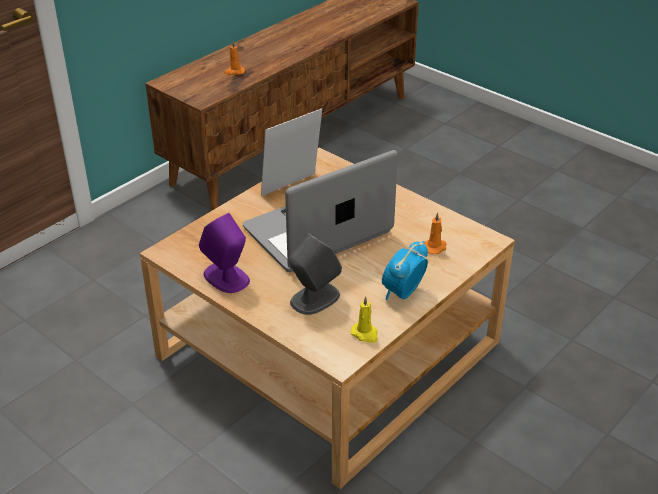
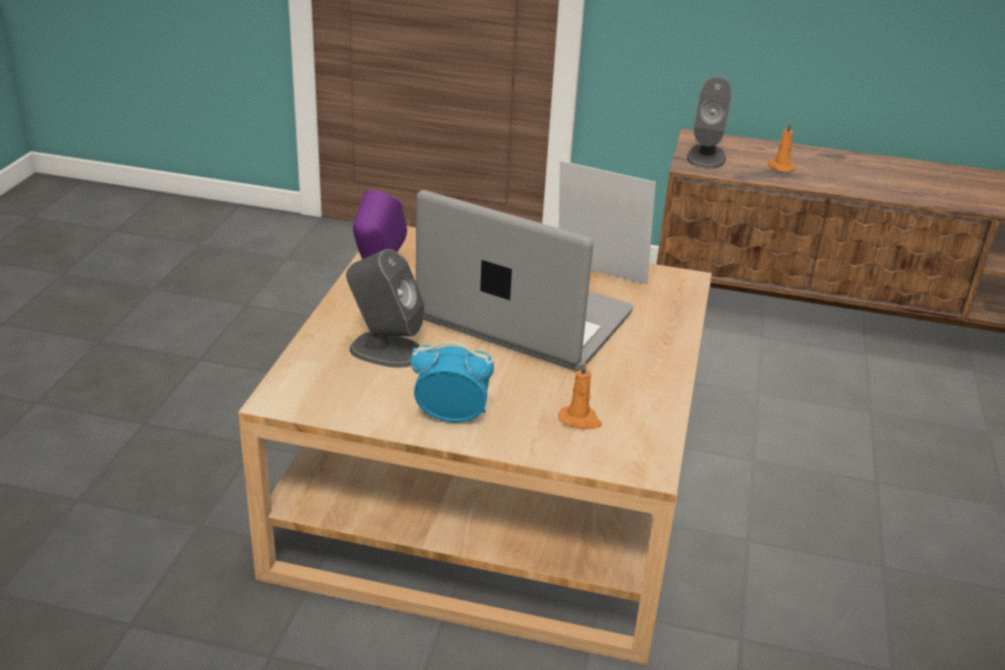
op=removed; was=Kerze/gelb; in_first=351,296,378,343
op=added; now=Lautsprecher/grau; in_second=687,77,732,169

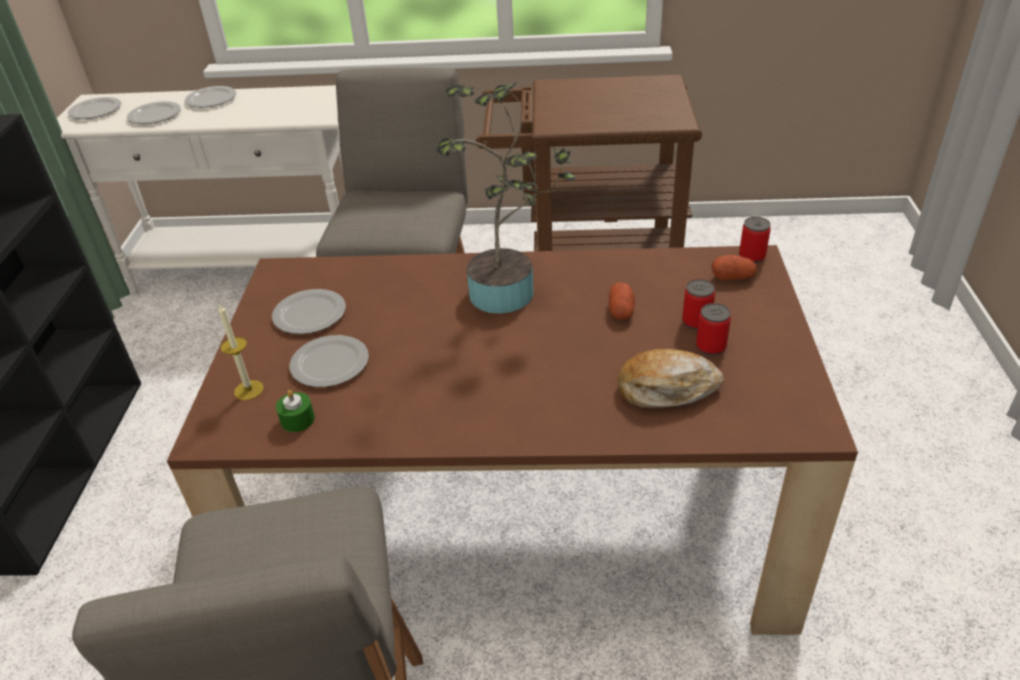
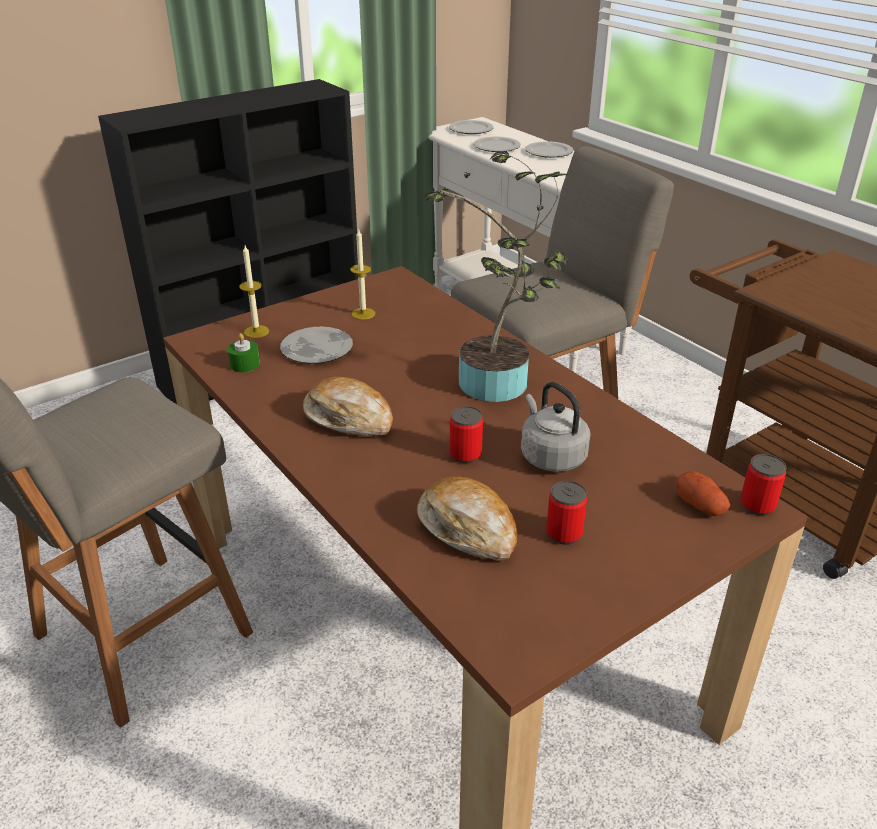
op=replaced; was=Teller; now=Kerze; in_first=272,289,346,334; in_second=350,230,375,320
op=replaced; was=Kartoffel; now=Wasserkessel/grau; in_first=609,283,635,320; in_second=521,382,590,472
op=moved; was=Dose; in_first=682,279,715,330; in_second=450,406,483,463
op=added; now=Brot; in_second=303,377,393,436

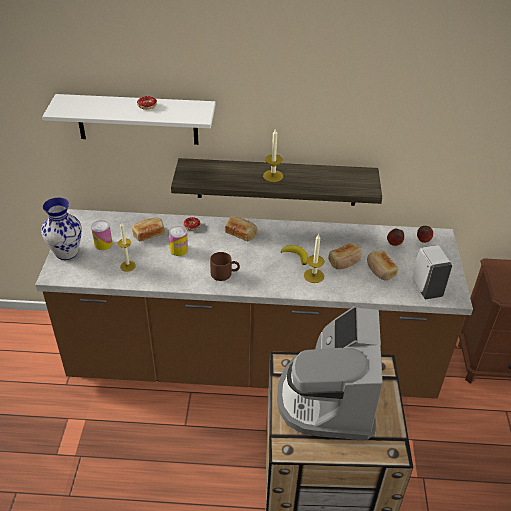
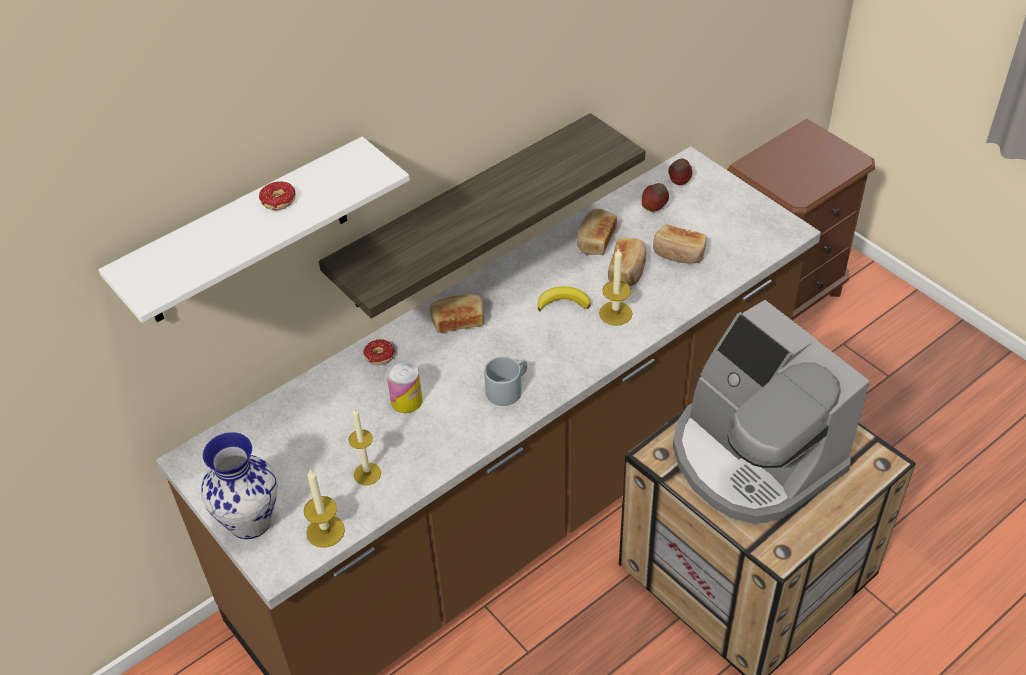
op=removed; was=Dose; in_first=91,220,113,250
op=moved; was=Brot; in_first=132,218,165,242; in_second=577,209,617,255
op=recoloured; was=Henkelbecher/braun; now=Henkelbecher/grau; in_first=210,252,240,281; in_second=484,356,527,406
op=moved; was=Kerze; in_first=263,129,283,182; in_second=304,469,345,548
op=removed; was=Seifenspender/weiß; in_first=412,245,452,299

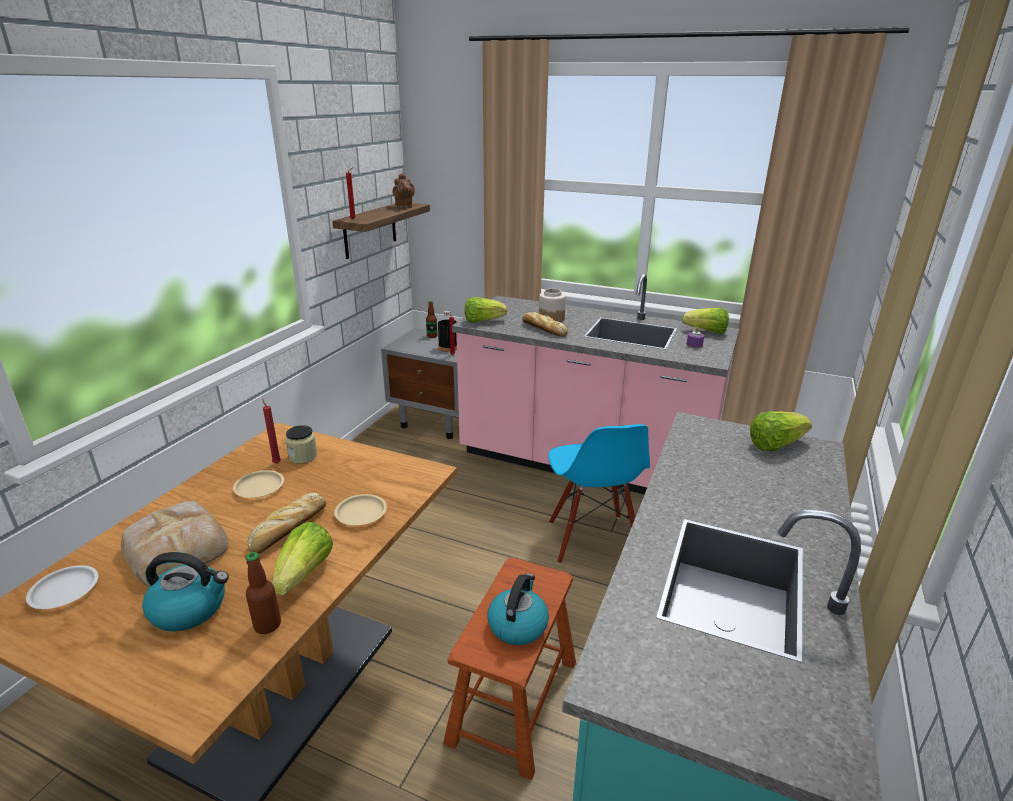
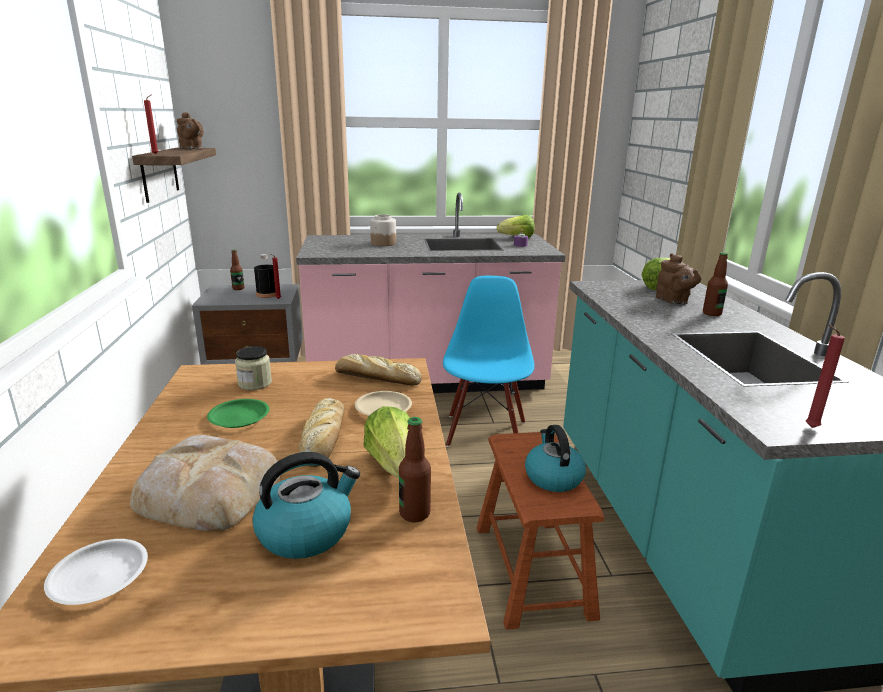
op=recoloured; was=Teller/beige; now=Teller/grün; in_first=233,470,284,498; in_second=207,399,270,428
op=moved; was=Kerze/rot; in_first=262,398,281,463; in_second=806,324,845,428
op=removed; was=Salatkopf; in_first=465,297,507,323
op=moved; was=Brot; in_first=522,312,568,337; in_second=335,354,422,385
op=turned; was=Stuhl/blau; in_first=548,424,650,564; in_second=443,276,534,447; clockwise=-135
op=added; now=Teekanne/braun; in_second=656,253,702,304
op=added; now=Flasche; in_second=703,252,729,316

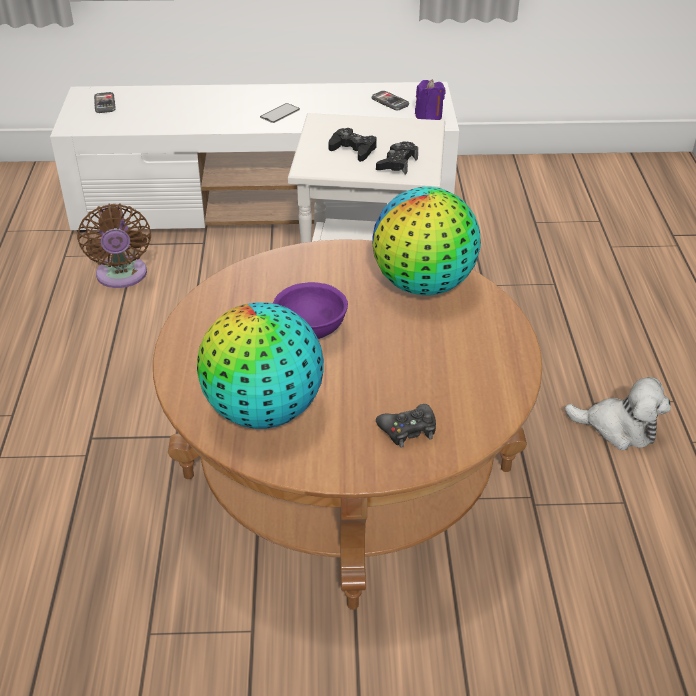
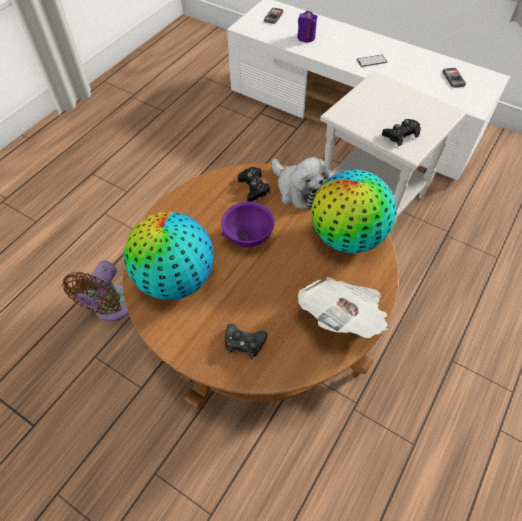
op=moved; was=Ventilator/braun; in_first=77,204,151,288; in_second=62,261,129,321
op=moved; was=Gamepad/schwarz; in_first=329,128,377,162; in_second=238,167,270,202
op=moved; was=Kerze/lila; in_first=415,79,446,120; in_second=297,11,318,42
op=moved; was=Plüschtier; in_first=565,377,671,450; in_second=272,157,330,209
op=added; now=Zeitung; in_second=298,277,389,338

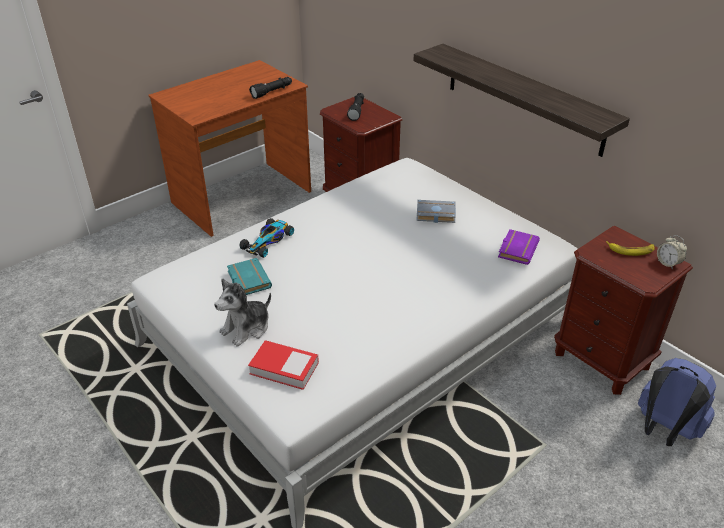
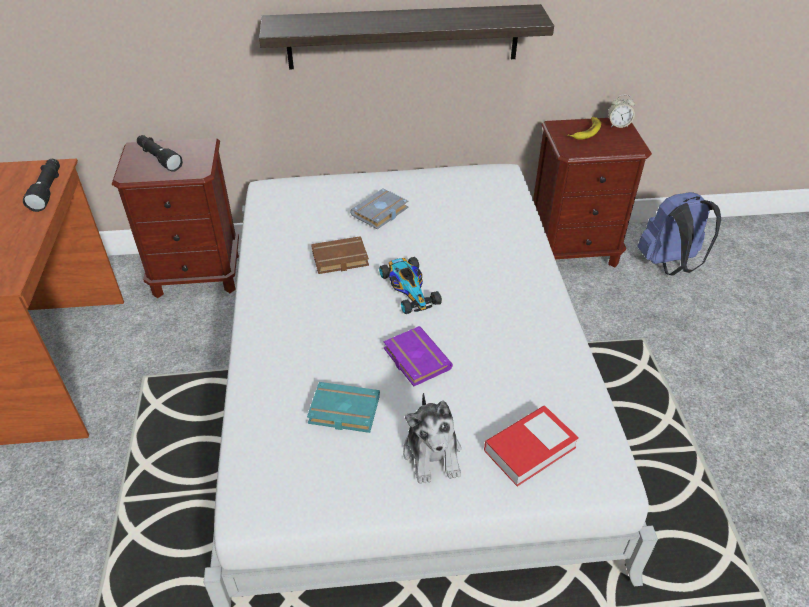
op=moved; was=Spielzeugauto; in_first=239,218,294,258; in_second=379,257,442,314
op=moved; was=Buch/lila; in_first=498,229,540,265; in_second=383,326,453,387
op=added; now=Buch/braun; in_second=311,236,369,274

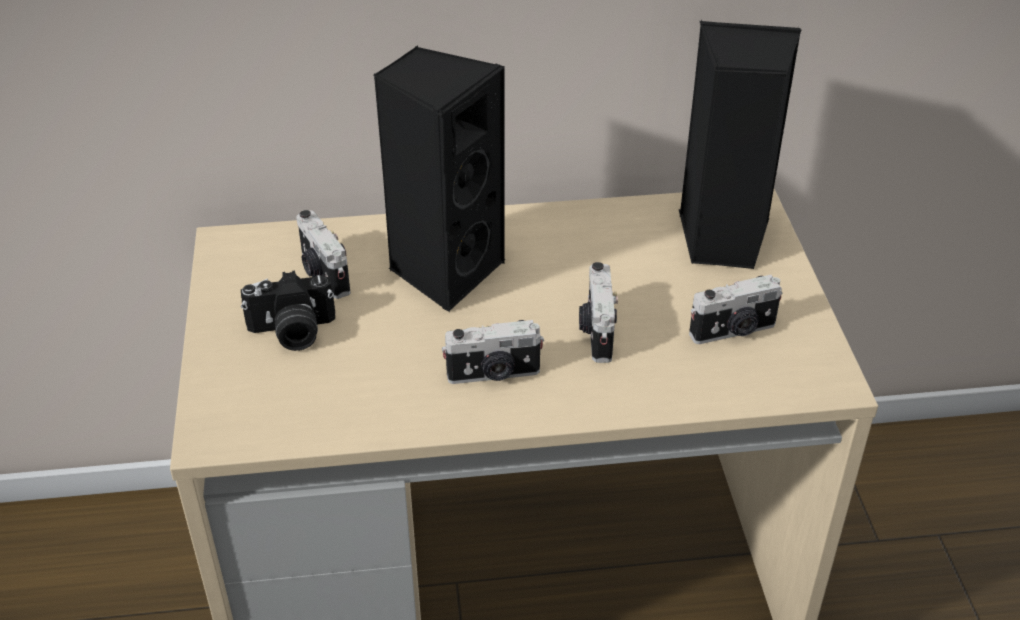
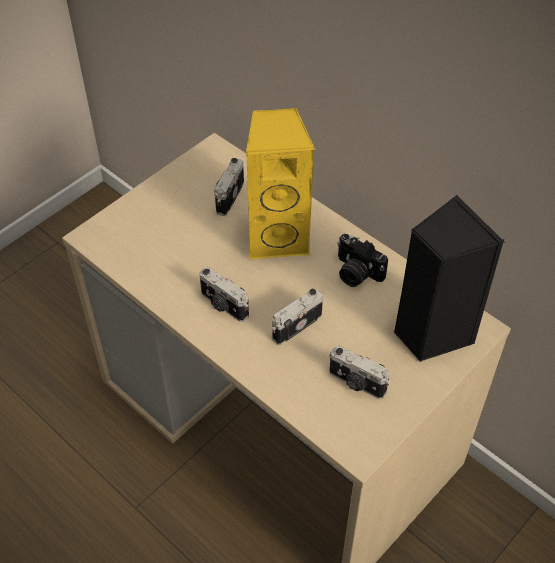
op=moved; was=Kamera; in_first=241,271,335,351; in_second=337,234,388,287
op=recoloured; was=Lautsprecher/schwarz; now=Lautsprecher/gelb; in_first=373,46,506,312; in_second=246,108,315,260

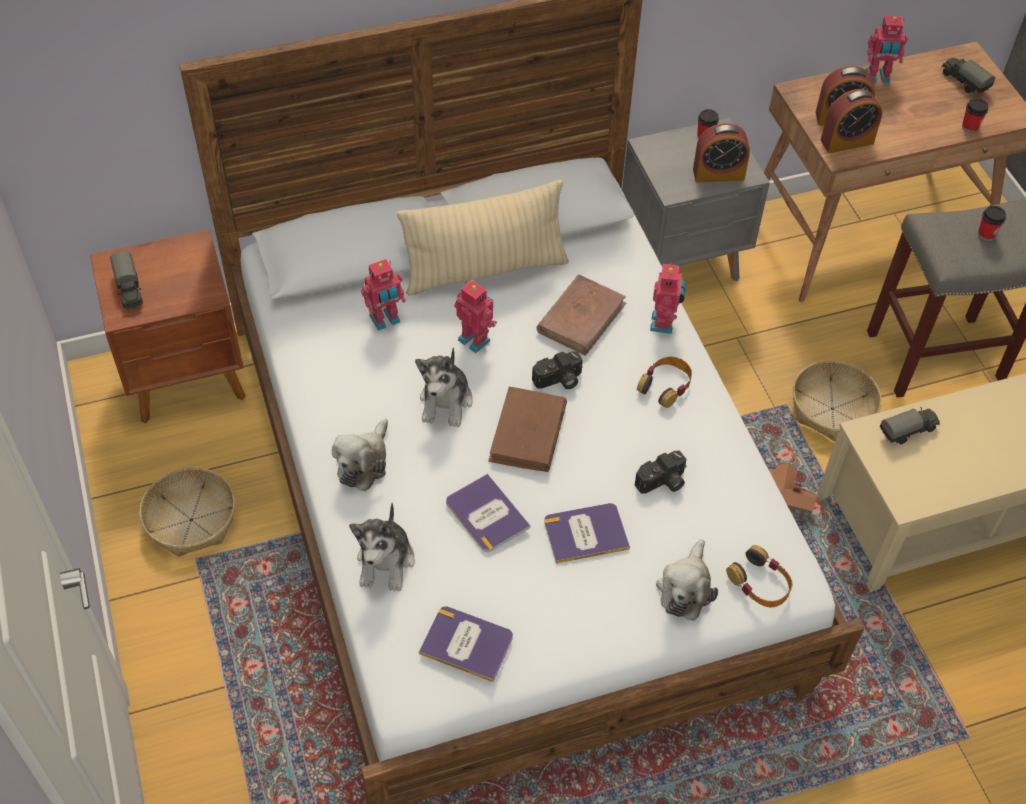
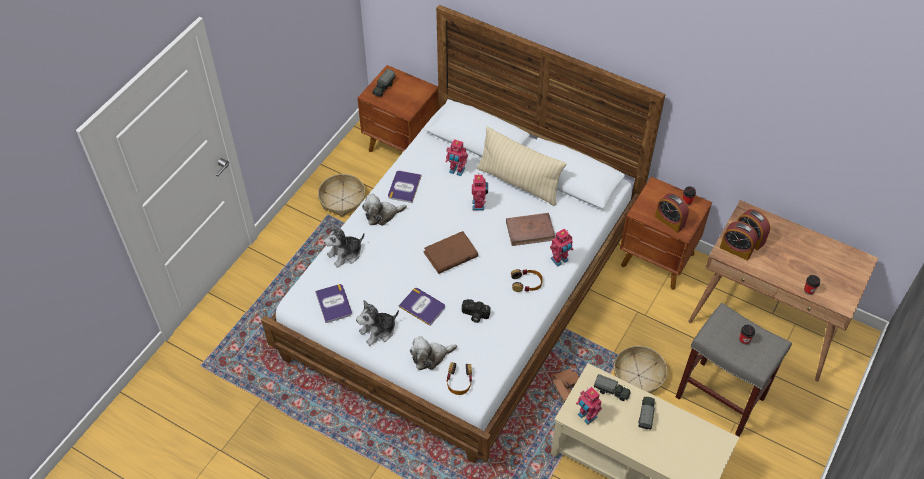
op=moved; was=Plüschtier; in_first=415,348,473,427; in_second=356,300,399,346
op=moved; was=Buch; in_first=446,474,530,552; in_second=388,171,422,203
op=removed; was=Kamera; in_first=532,351,583,389
op=recoloured; was=Nachttisch/grau; now=Nachttisch/braun; in_first=622,118,770,281; in_second=620,177,712,290
op=moved; was=Spielzeugroboter; in_first=866,16,908,83; in_second=576,387,602,424
op=moved; was=Spielzeuglaster; in_first=941,58,995,93; in_second=638,397,656,430

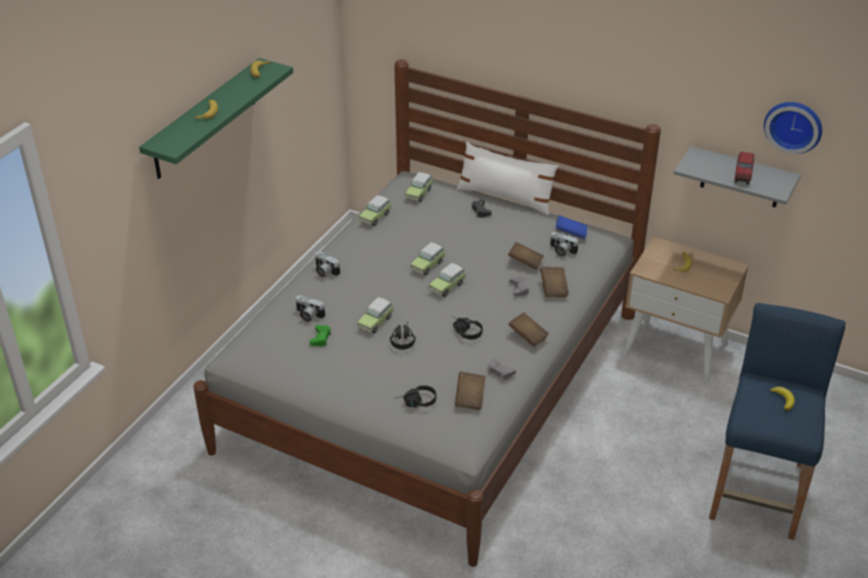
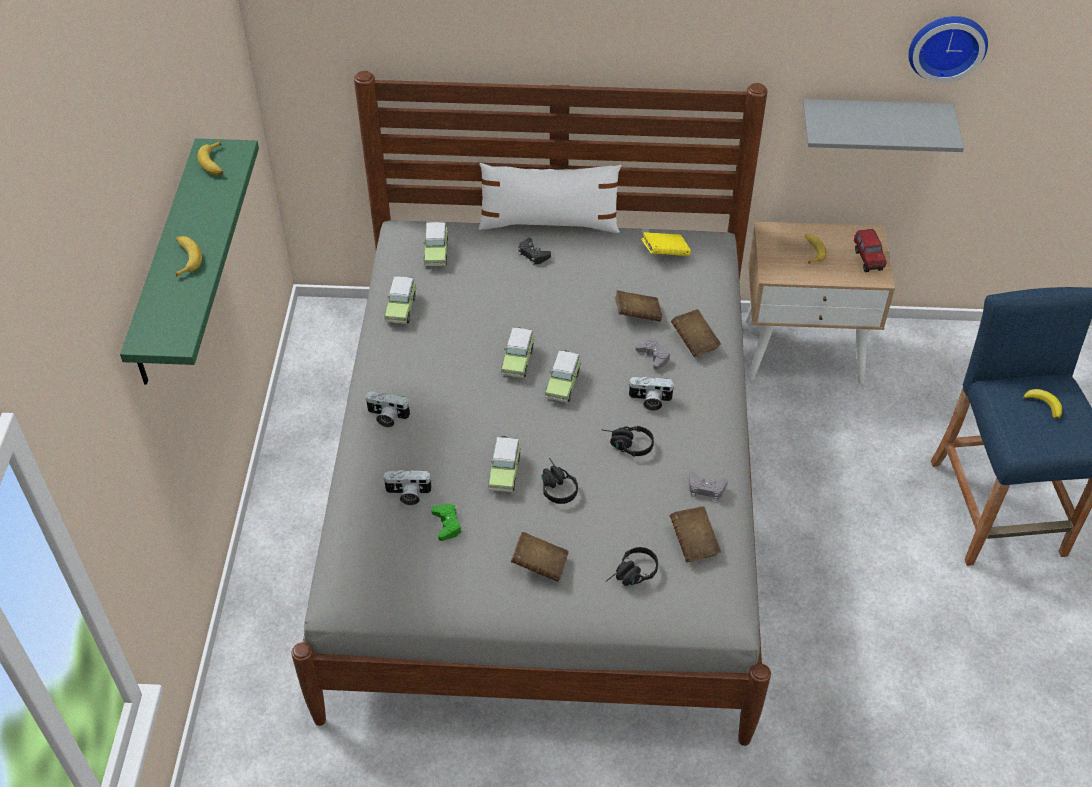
op=moved; was=Buch/braun; in_first=508,312,549,347; in_second=511,532,569,582
op=moved; was=Kamera; in_first=550,232,579,257; in_second=628,377,675,411
op=recoloured; was=Buch/blau; now=Buch/gelb; in_first=556,215,587,239; in_second=641,232,691,256
op=moved; was=Spielzeuglaster; in_first=735,152,754,184; in_second=854,229,887,272

